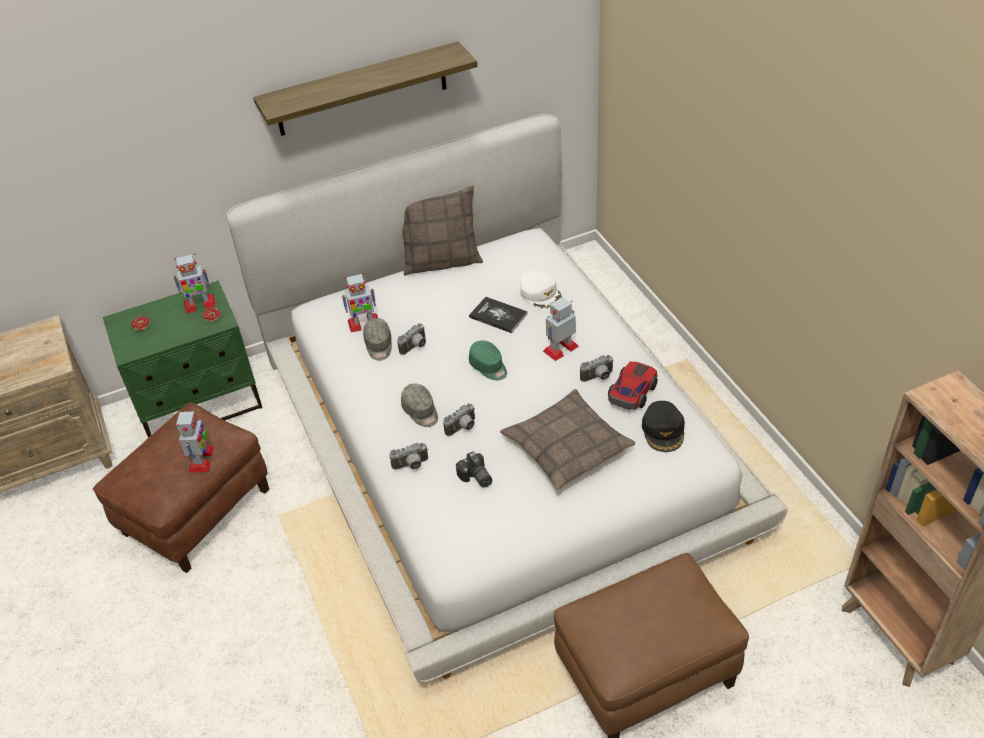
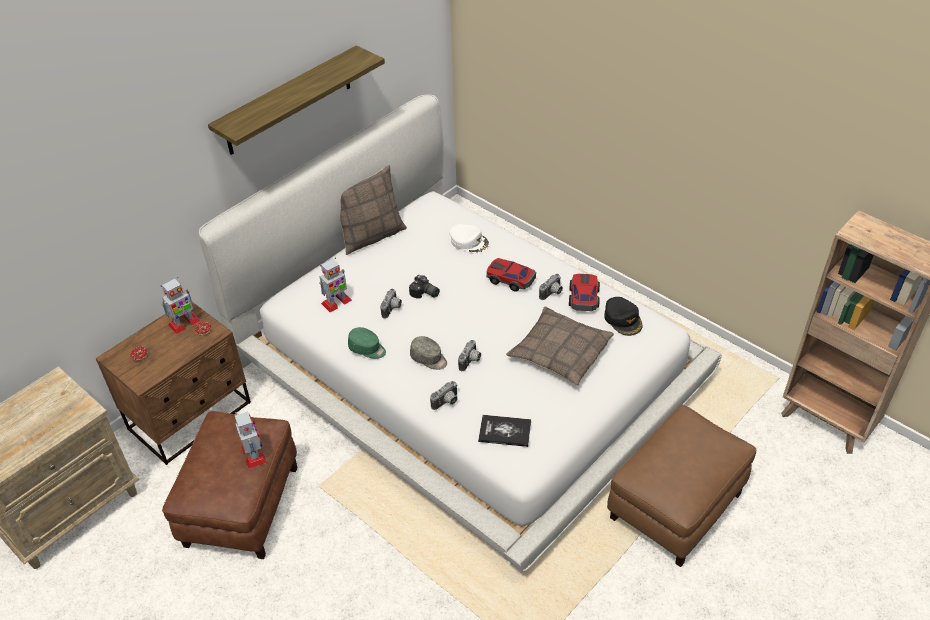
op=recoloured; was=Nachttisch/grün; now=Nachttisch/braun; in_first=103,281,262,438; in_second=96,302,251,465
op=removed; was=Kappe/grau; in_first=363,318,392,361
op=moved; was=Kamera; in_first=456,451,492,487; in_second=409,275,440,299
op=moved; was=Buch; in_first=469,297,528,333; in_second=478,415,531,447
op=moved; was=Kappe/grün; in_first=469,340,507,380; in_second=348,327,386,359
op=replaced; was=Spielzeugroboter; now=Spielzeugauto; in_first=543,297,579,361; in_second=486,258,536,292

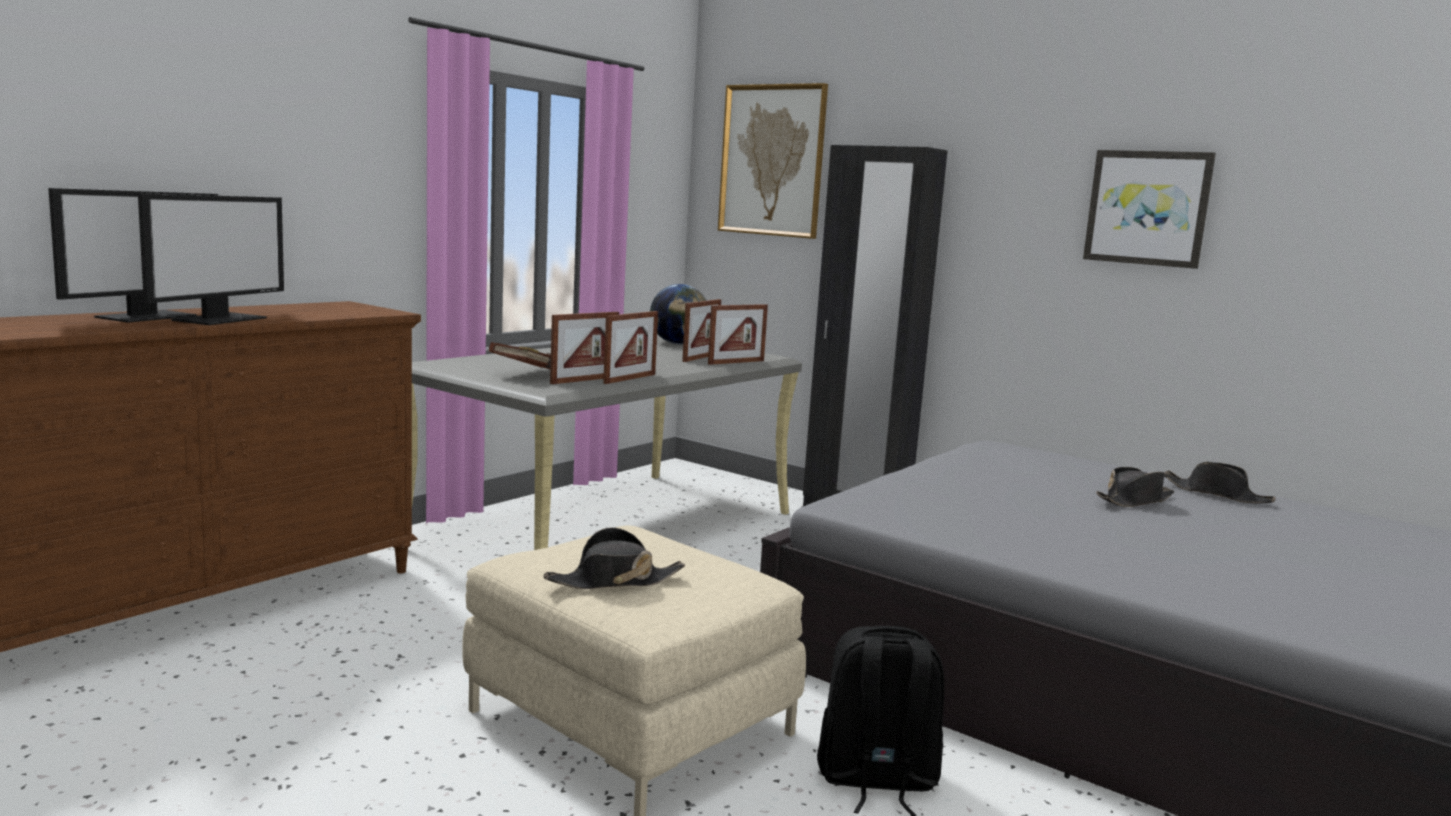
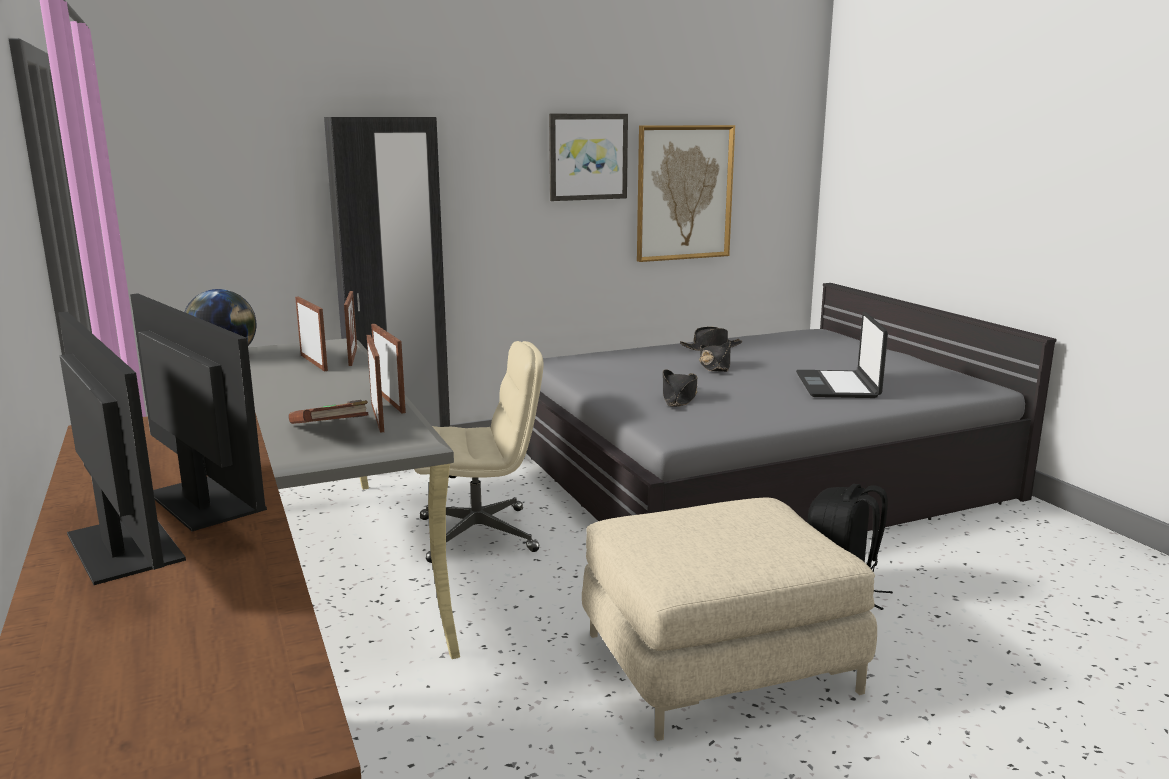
op=moved; was=Hut/schwarz; in_first=543,527,685,589; in_second=663,369,697,406
op=moved; was=Bild; in_first=718,83,828,239; in_second=637,125,735,262
op=added; now=Bürostuhl/beige; in_second=414,341,544,563
op=added; now=Laptop; in_second=796,312,888,398

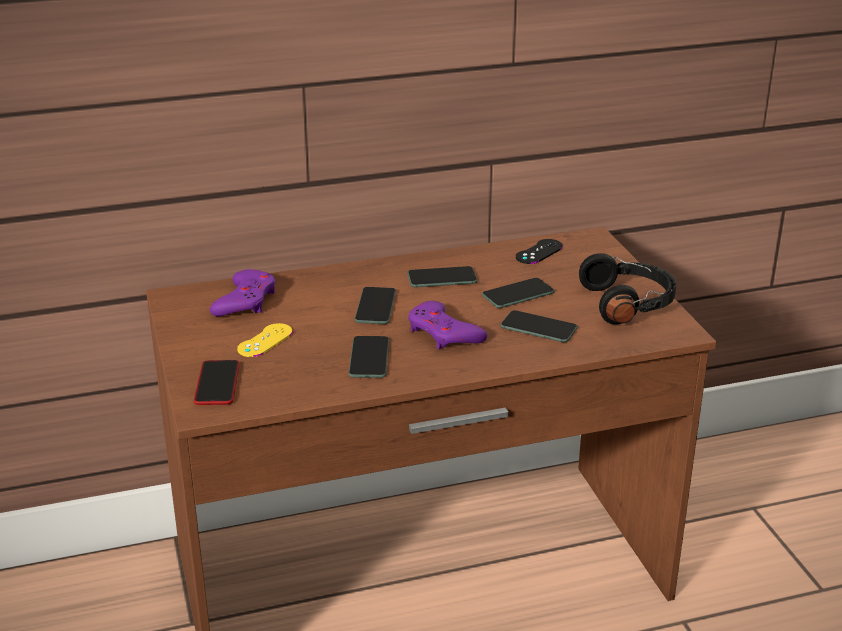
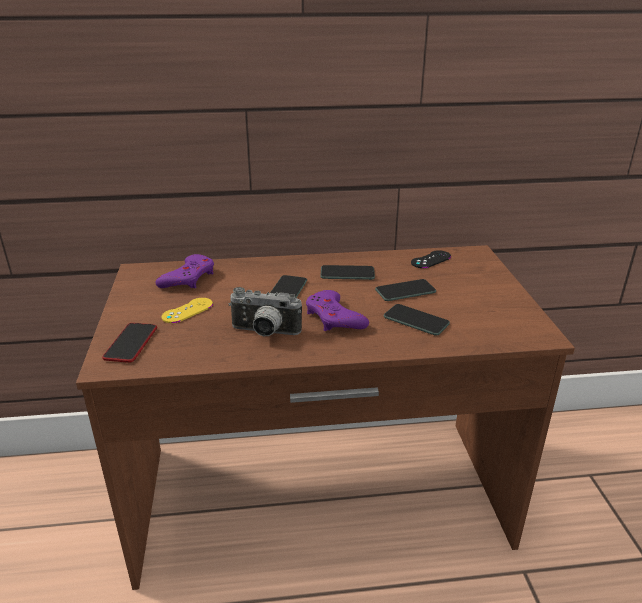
op=replaced; was=Handy; now=Kamera; in_first=349,336,389,378; in_second=228,287,302,337
op=removed; was=Kopfhörer/schwarz; in_first=579,253,676,324

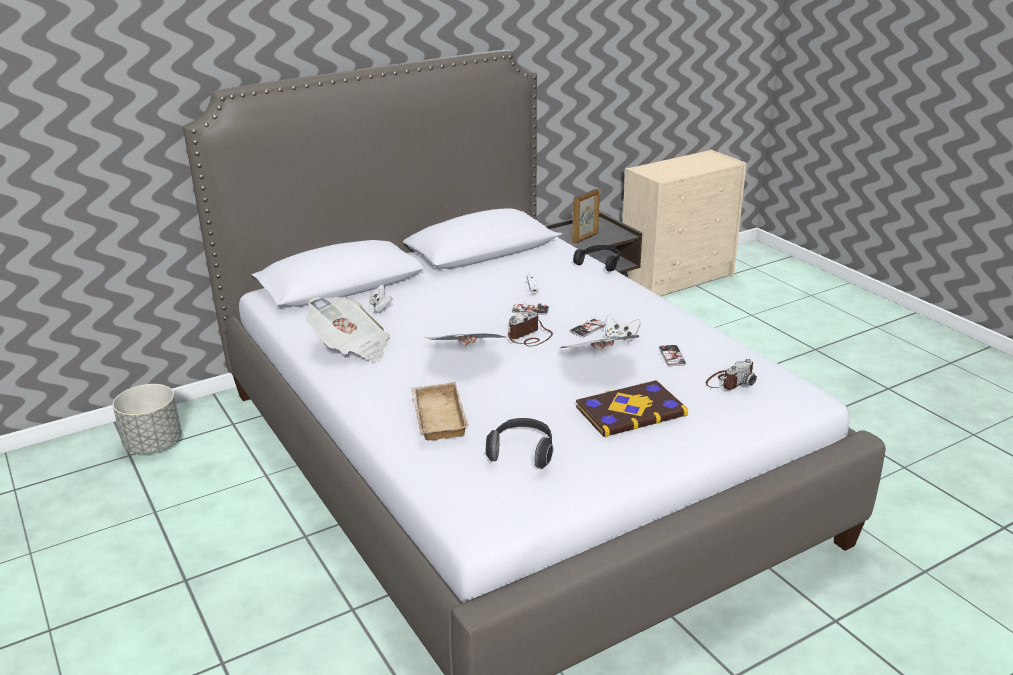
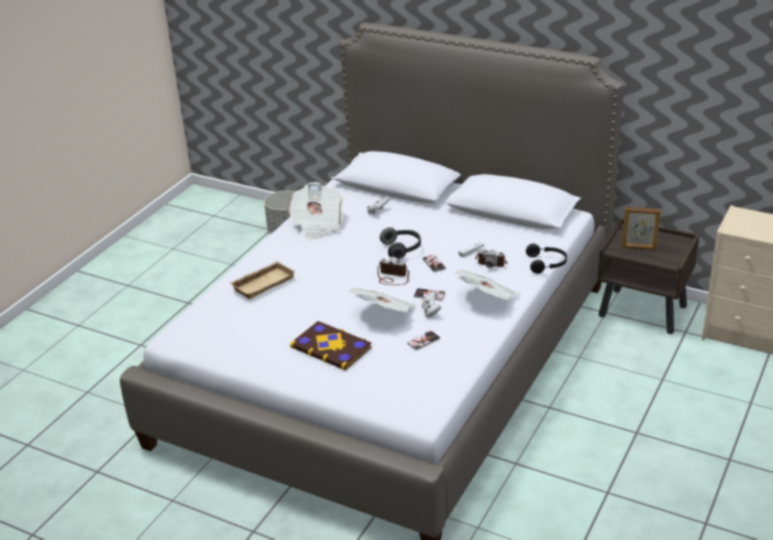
op=moved; was=Zeitung; in_first=423,334,505,345; in_second=455,270,520,300
op=moved; was=Kopfhörer; in_first=485,418,553,469; in_second=380,227,421,259
op=moved; was=Kamera; in_first=706,359,757,390; in_second=475,249,507,268

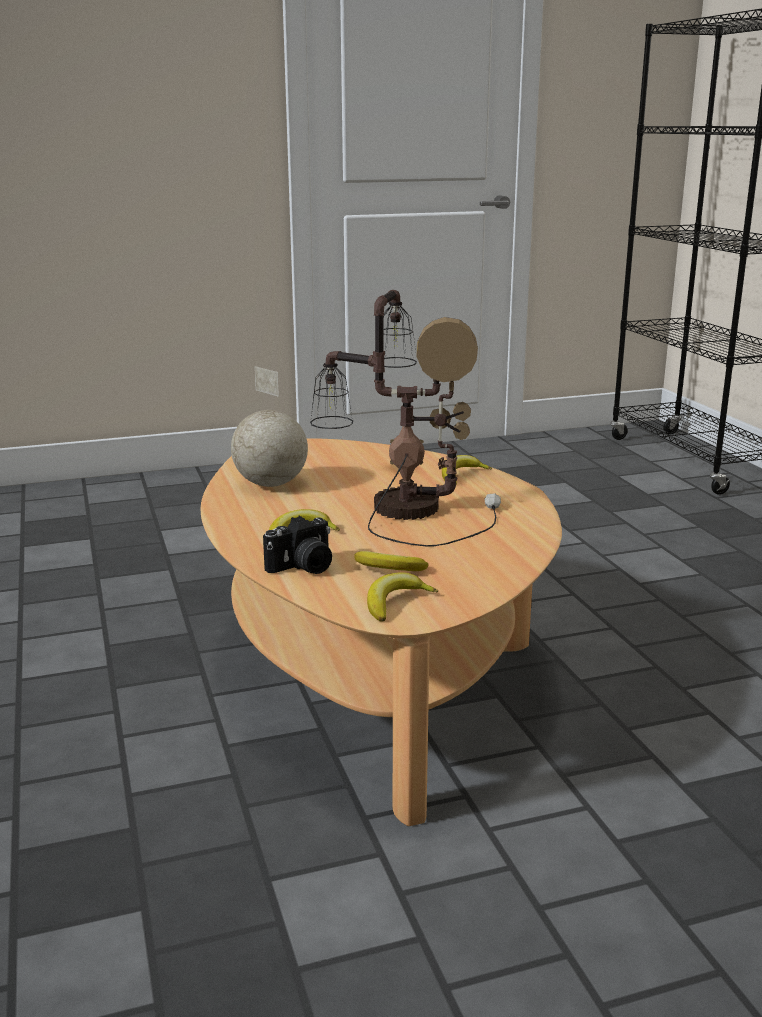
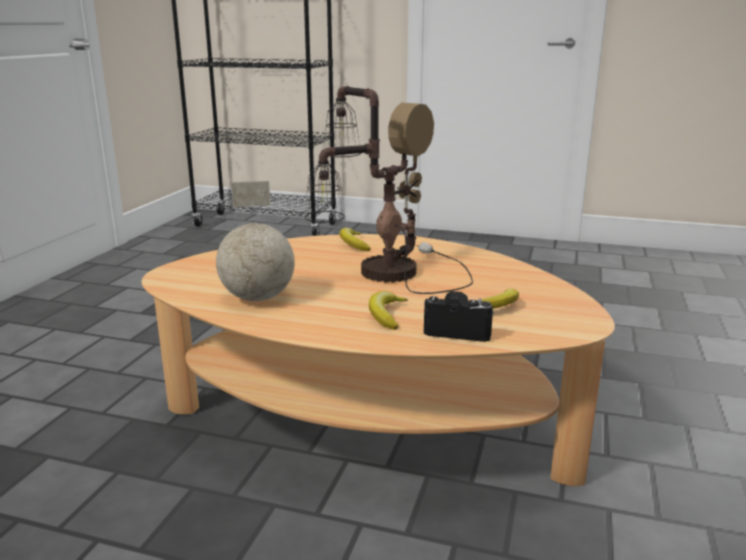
op=turned; was=Kamera; in_first=263,516,332,574; in_second=424,291,494,342; clockwise=-75
op=removed; was=Banane; in_first=367,572,438,621

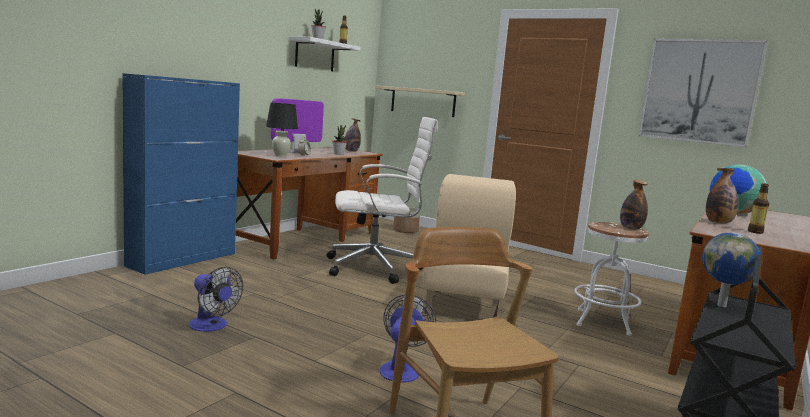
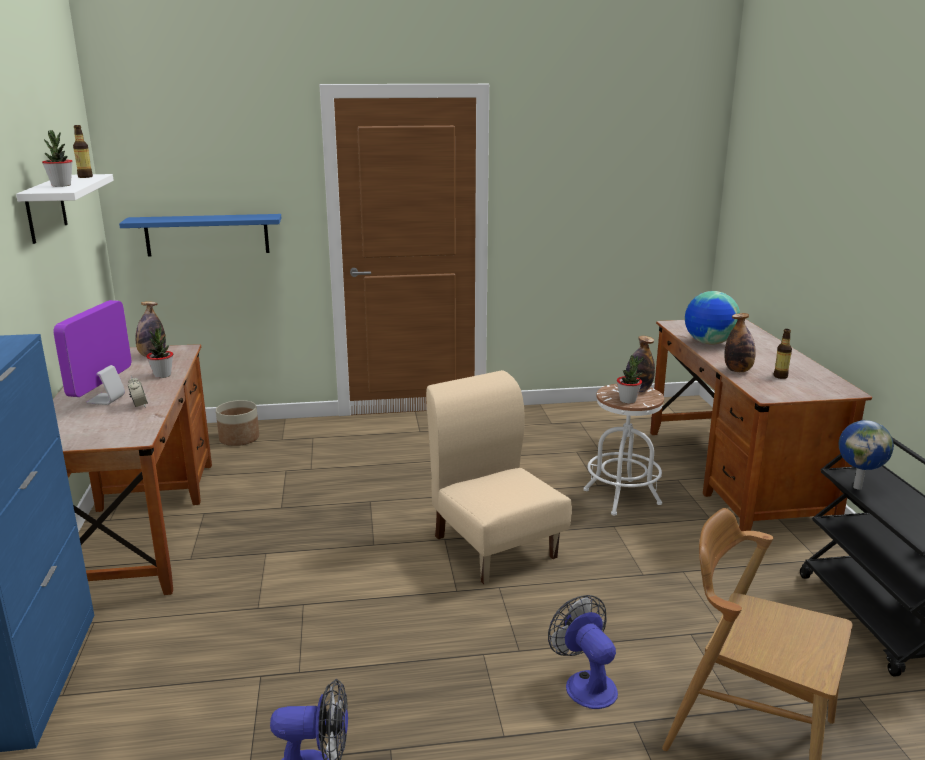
op=removed; was=Tischlampe/schwarz; in_first=266,103,298,157
op=removed; was=Bürostuhl/weiß; in_first=326,117,438,284
op=recoloured; was=Wandregal/beige; now=Wandregal/blau; in_first=375,85,465,117; in_second=119,214,281,256
op=removed; was=Bild; in_first=638,38,768,147
op=added; now=Topfpflanze; in_second=617,355,644,404

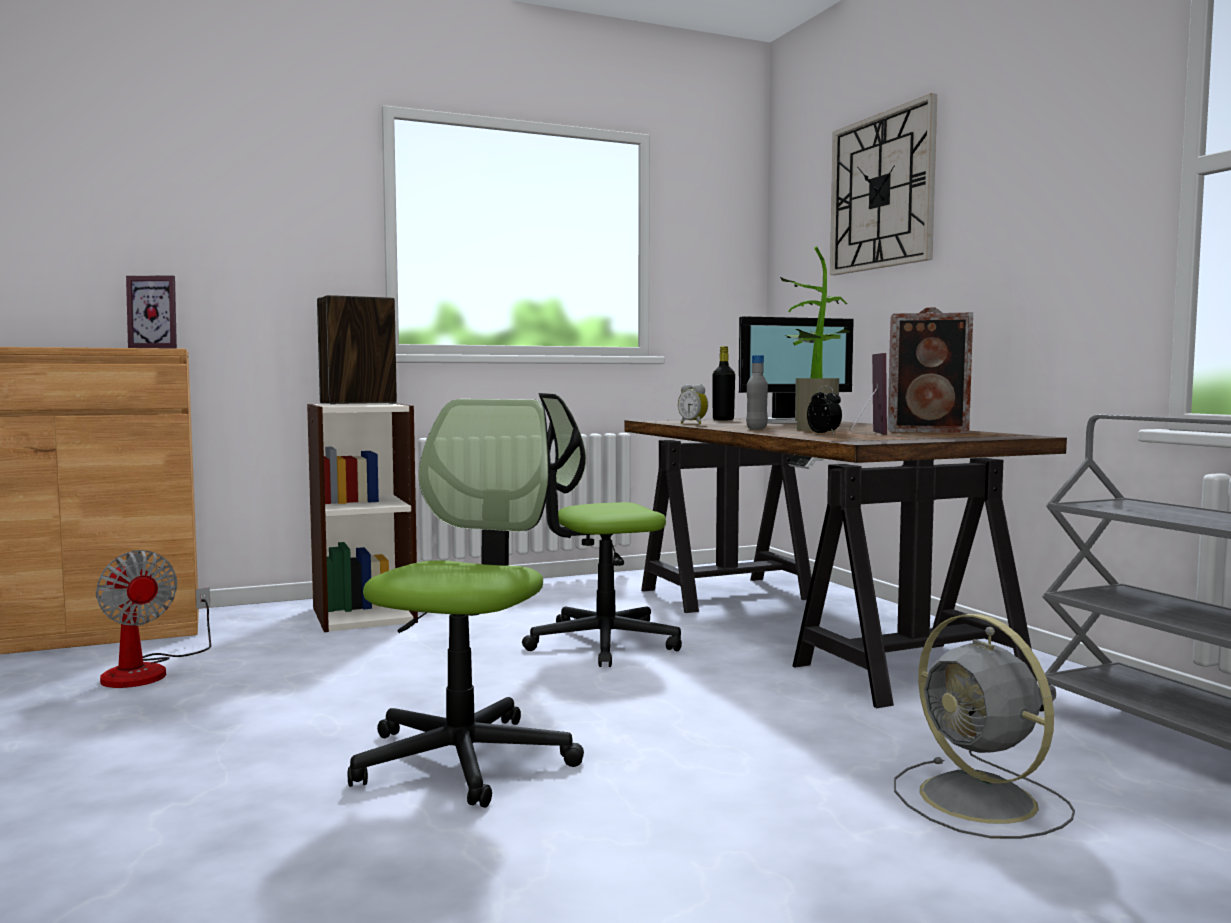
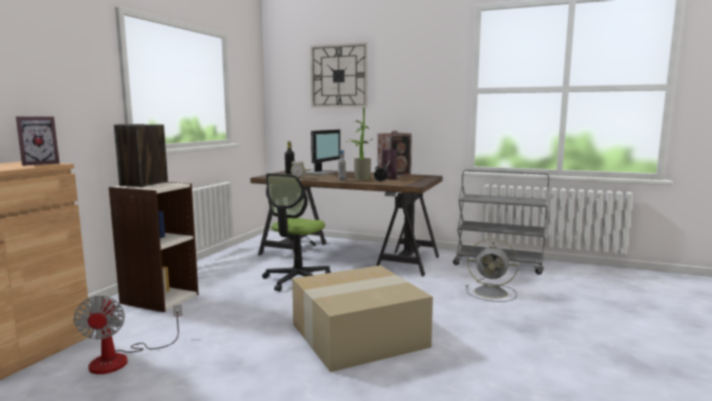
op=turned; was=Ventilator; in_first=96,550,211,688; in_second=73,296,182,374; clockwise=75
op=replaced; was=Bürostuhl; now=Karton; in_first=348,399,584,808; in_second=292,265,433,372

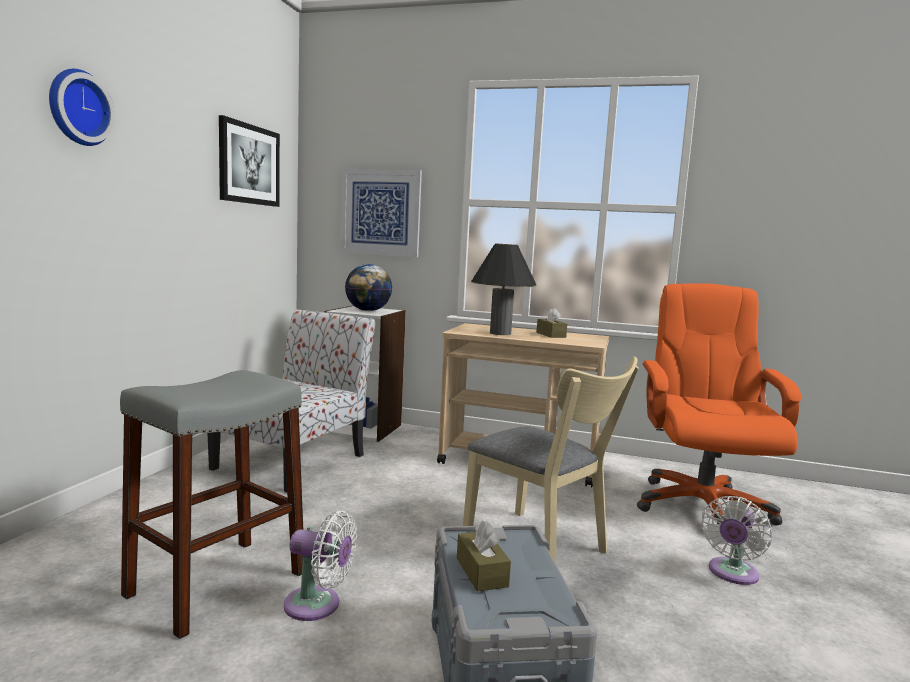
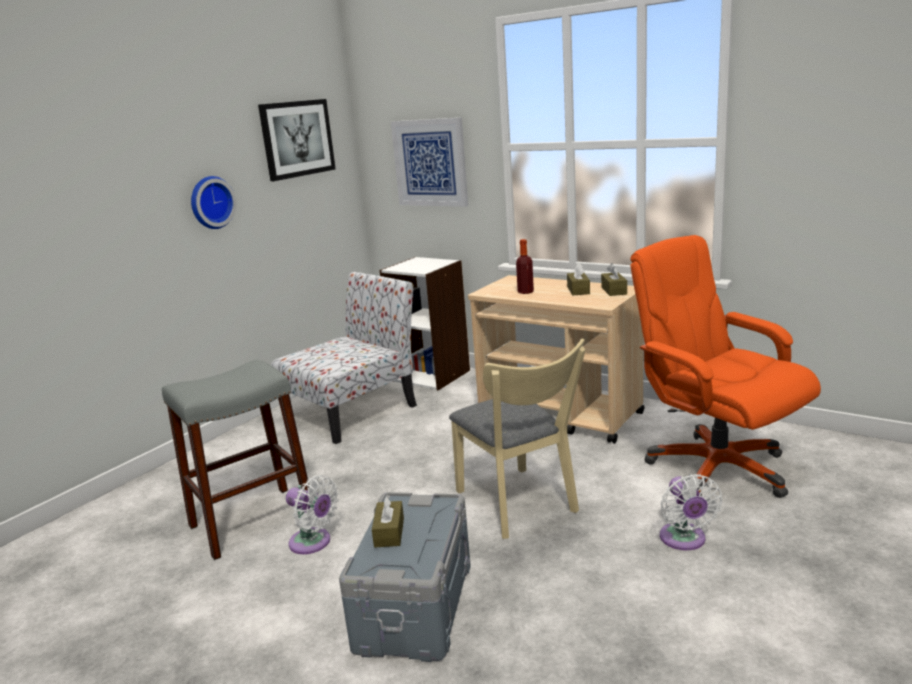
op=moved; was=Wanduhr; in_first=49,69,115,146; in_second=191,176,236,229
op=removed; was=Globus; in_first=345,264,392,311
op=replaced; was=Tischlampe/schwarz; now=Flasche; in_first=471,243,536,335; in_second=516,239,534,294
op=turned; was=Bürostuhl/orange; in_first=637,283,801,525; in_second=630,235,821,498; clockwise=-60
op=turned; was=Ventilator/weiß; in_first=702,496,772,585; in_second=660,474,723,550; clockwise=-60
op=added; now=Taschentuchbox/braun; in_second=601,263,627,296

